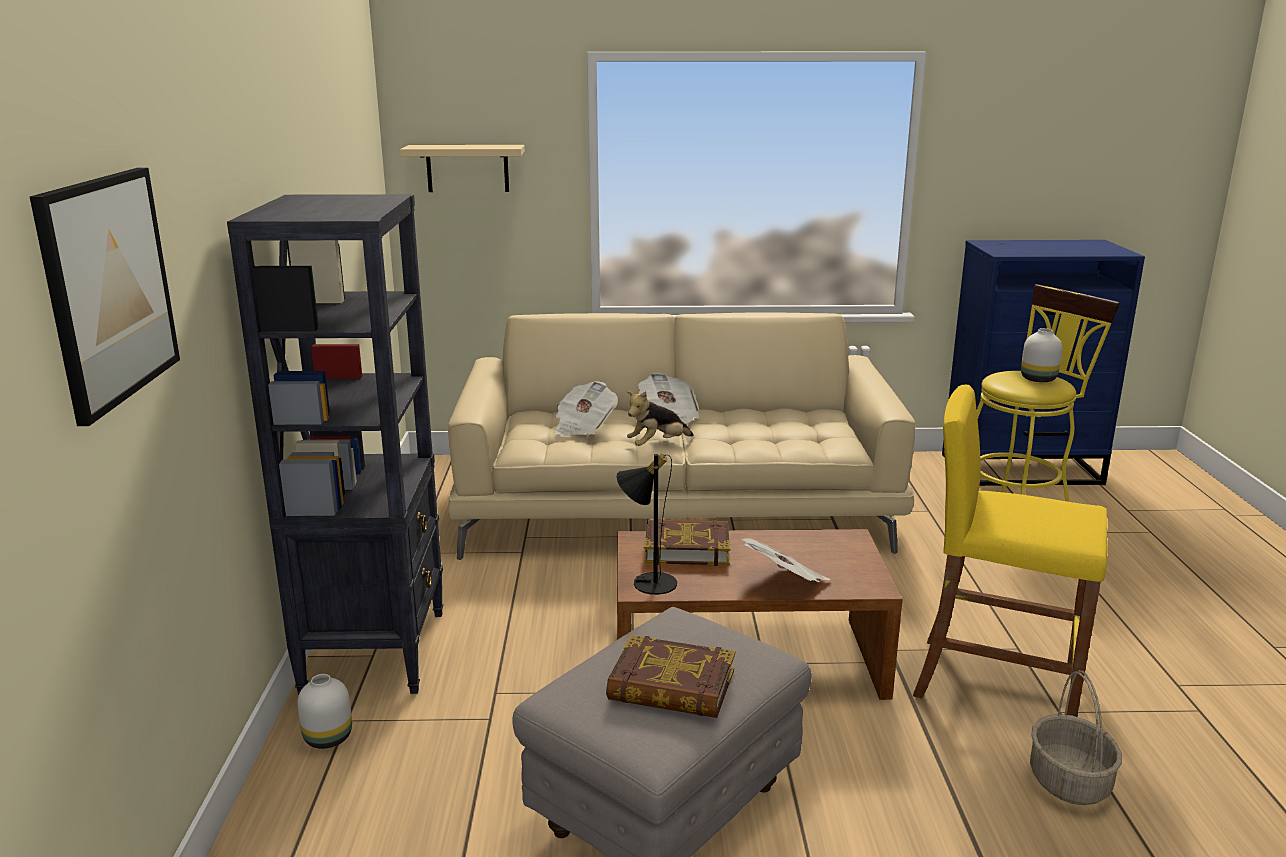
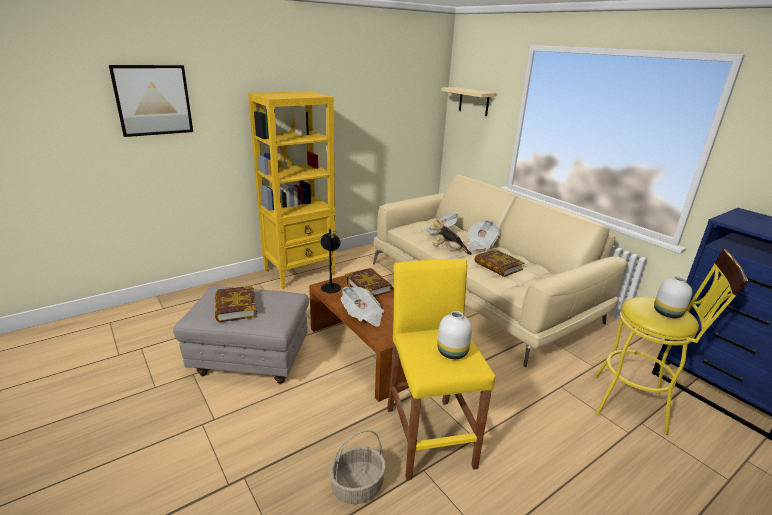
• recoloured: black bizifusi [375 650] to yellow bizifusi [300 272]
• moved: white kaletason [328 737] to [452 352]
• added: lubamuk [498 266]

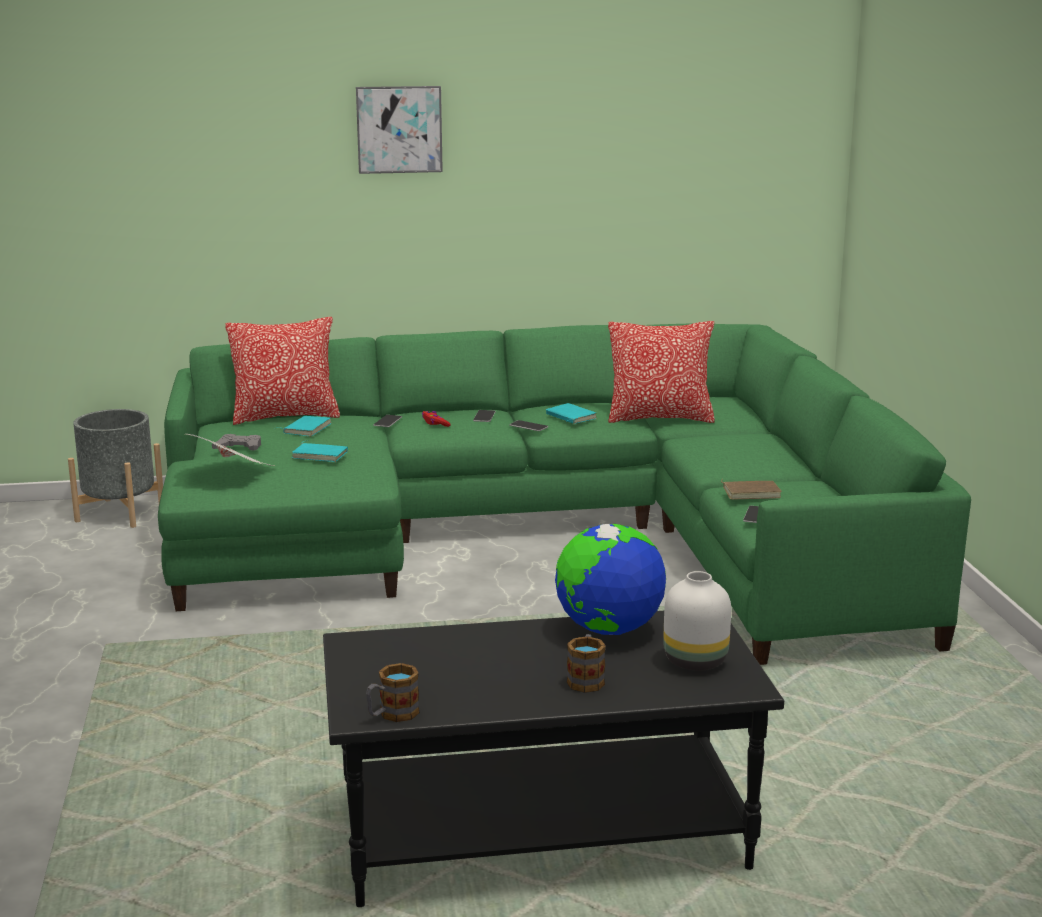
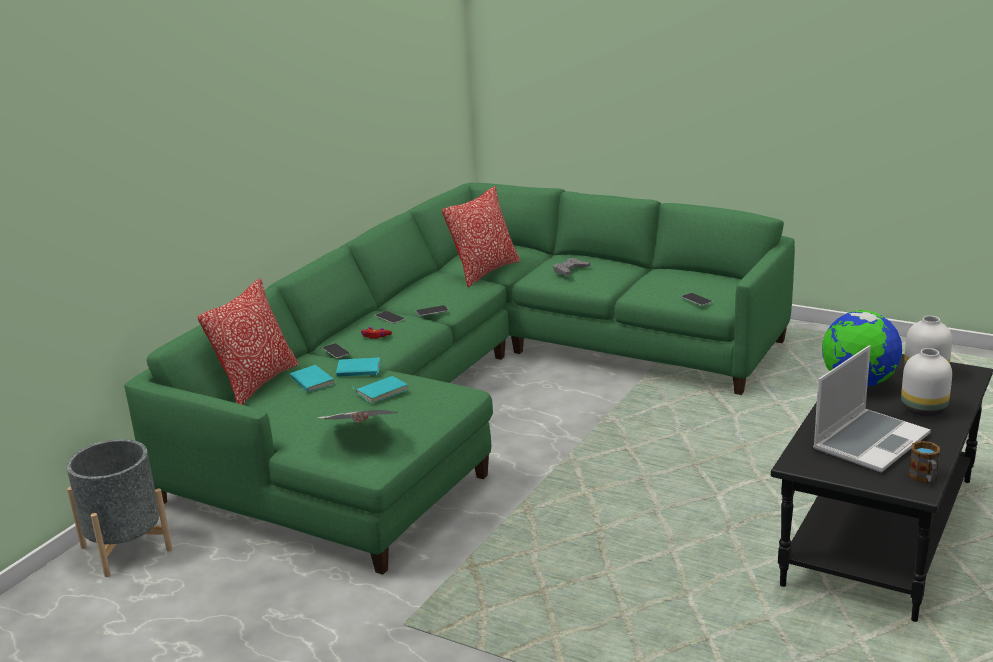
• moved: turquoise lubamuk [569 417] to [358 371]
• moved: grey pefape [239 448] to [570 270]
• added: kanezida [870 441]
• replaced: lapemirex [586 679] to white kaletason [923 409]
• removed: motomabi [399 129]
• removed: brown lubamuk [751 492]

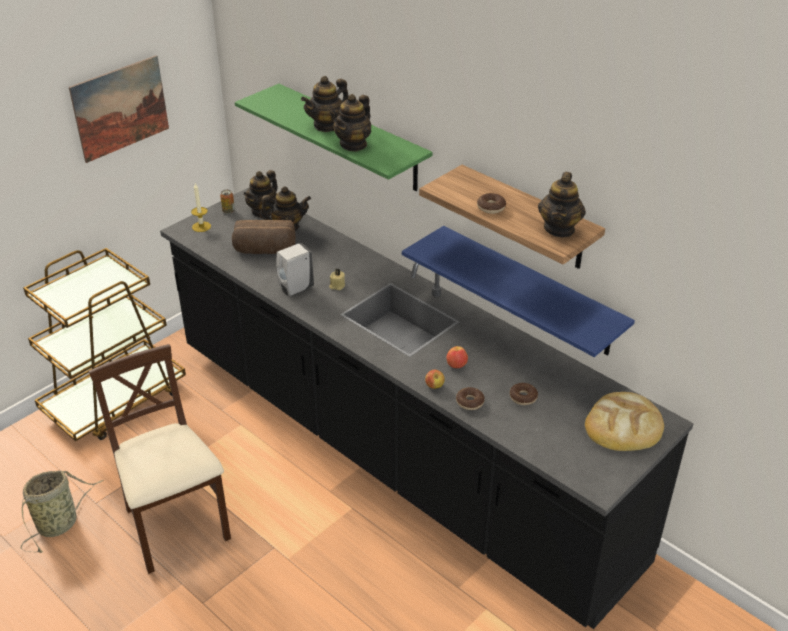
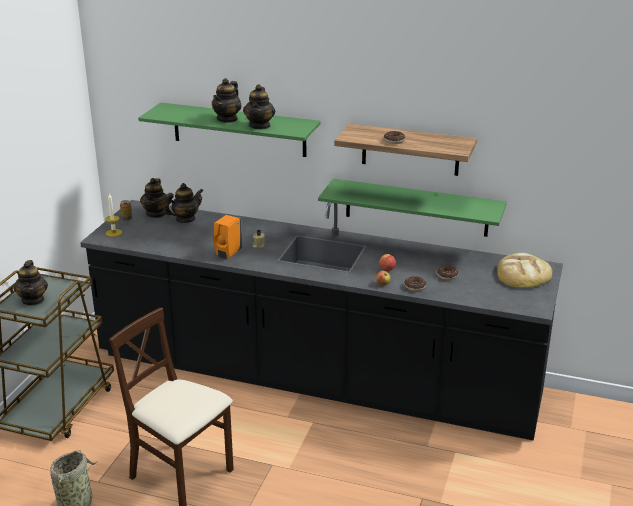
• moved: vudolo [559 229] to [33 300]
• recoloured: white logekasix [295 289] to orange logekasix [228 254]
• recoloured: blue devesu [530 291] to green devesu [416 207]
• removed: motomabi [120 108]
• removed: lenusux [264 250]

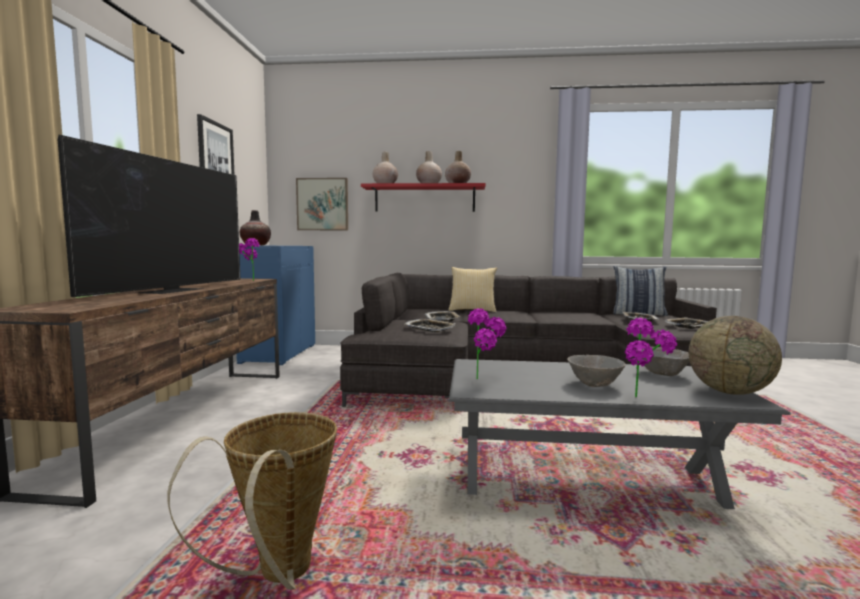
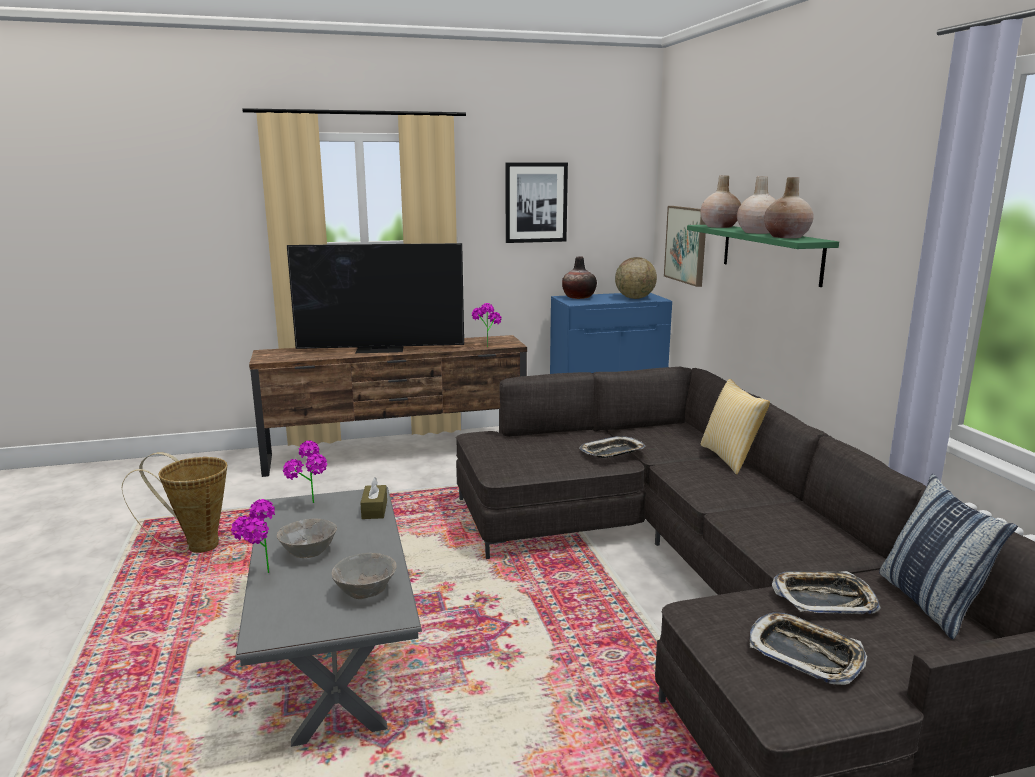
• added: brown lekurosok [374 509]
• moved: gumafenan [729 392] to [635 298]
• recoloured: red devesu [424 199] to green devesu [770 253]
• removed: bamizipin [430 329]

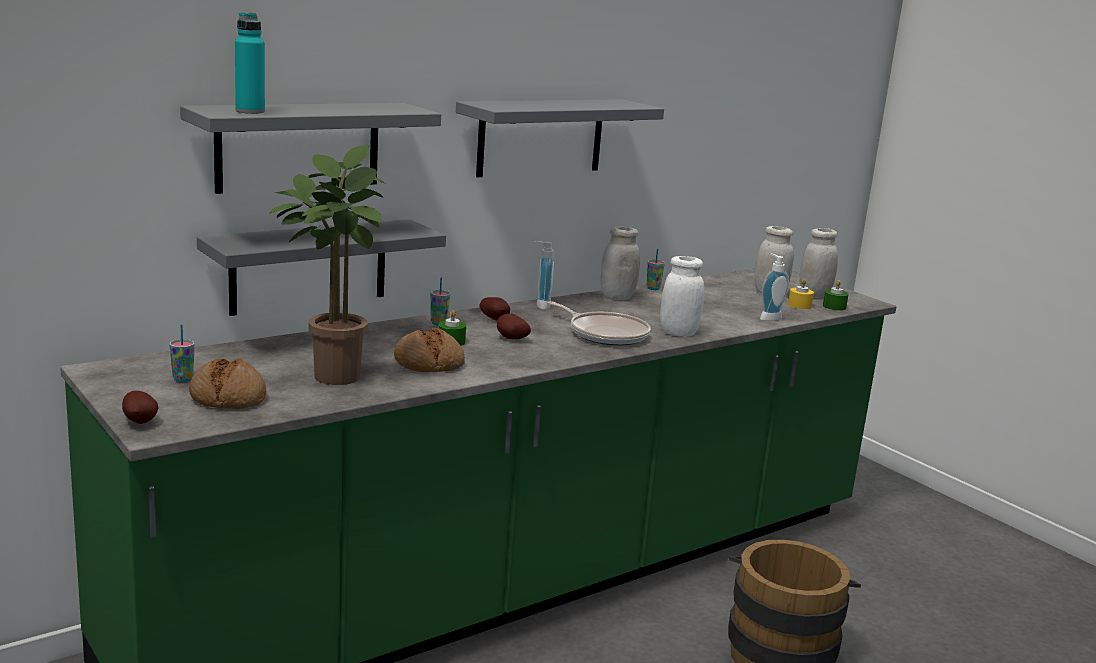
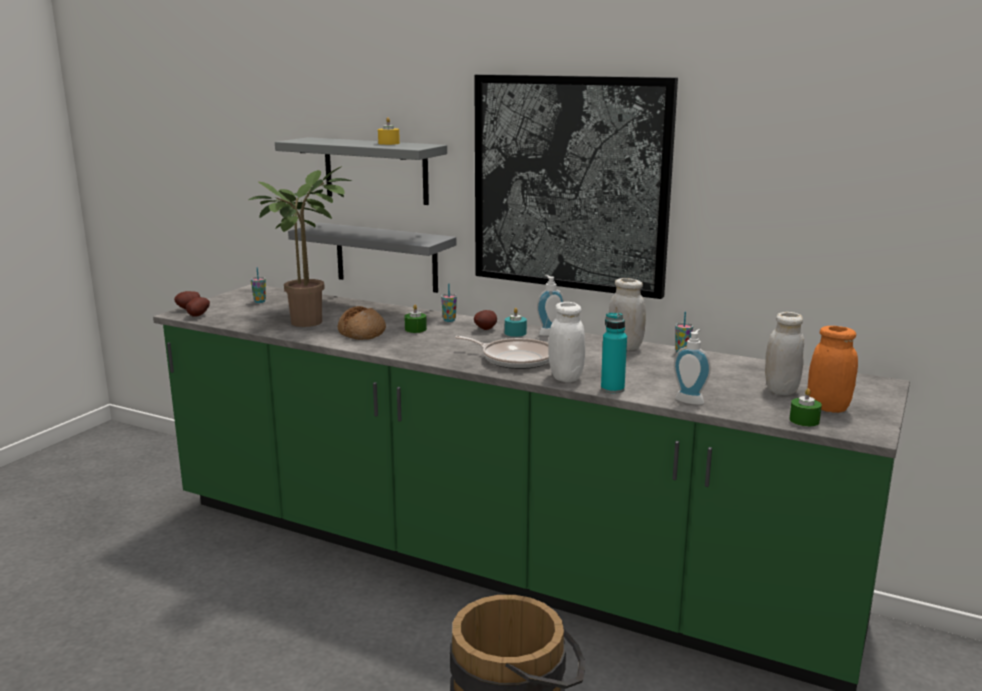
• moved: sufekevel [510 339] to [197 316]
• moved: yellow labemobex [799 305] to [388 143]
• turned: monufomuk [605 334] = [514 359] 75 degrees counterclockwise
• replaced: grey devesu [541 137] to motomabi [570 184]
• added: turquoise labemobex [515 333]
• moved: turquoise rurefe [250 111] to [612 389]
• recoloured: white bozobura [814 295] to orange bozobura [828 408]
• removed: lenusux [228 397]

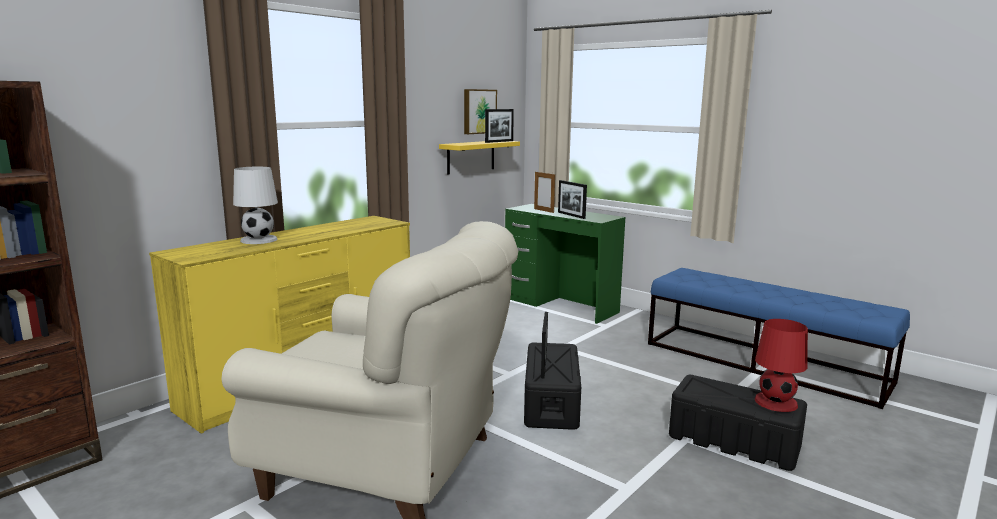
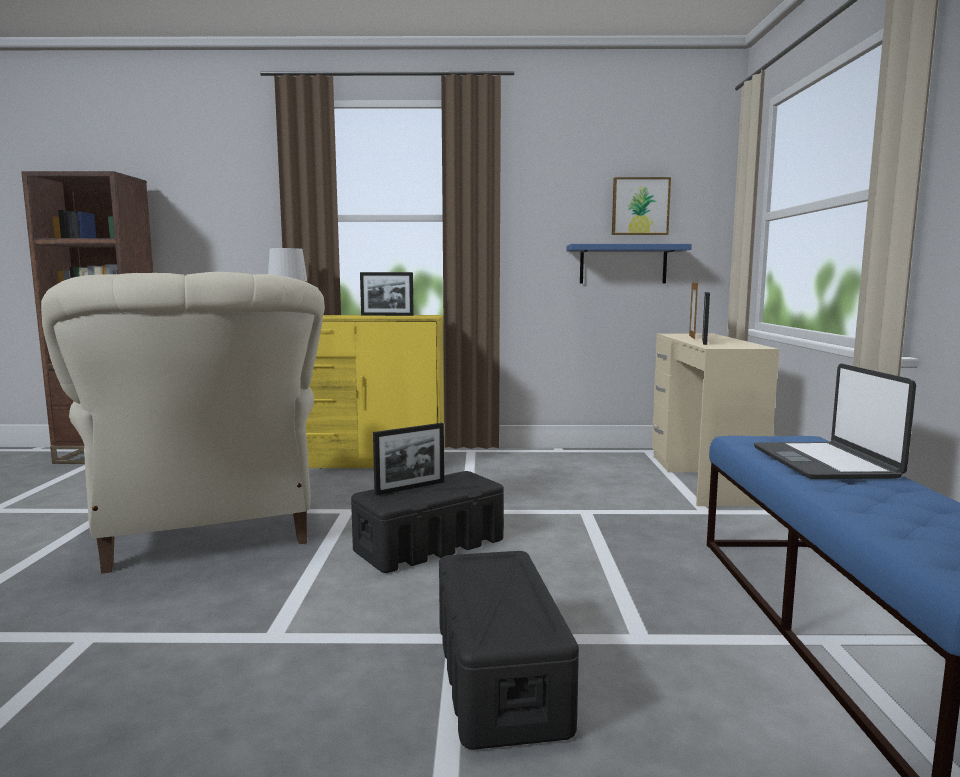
• moved: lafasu [499 141] to [387 315]
• recoloured: yellow devesu [471 156] to blue devesu [623 264]
• recoloured: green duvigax [560 305] to beige duvigax [703 478]
• added: kanezida [825 463]
• removed: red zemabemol [775 402]

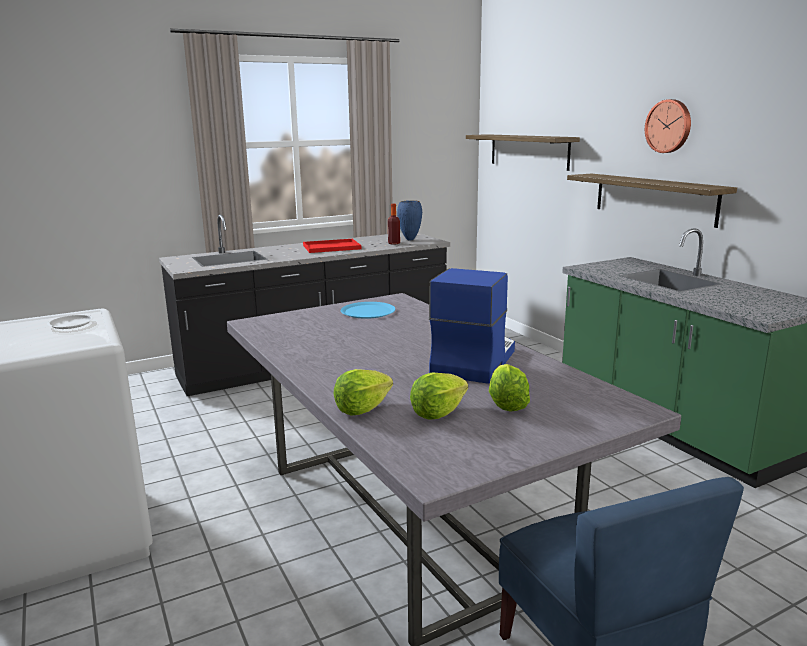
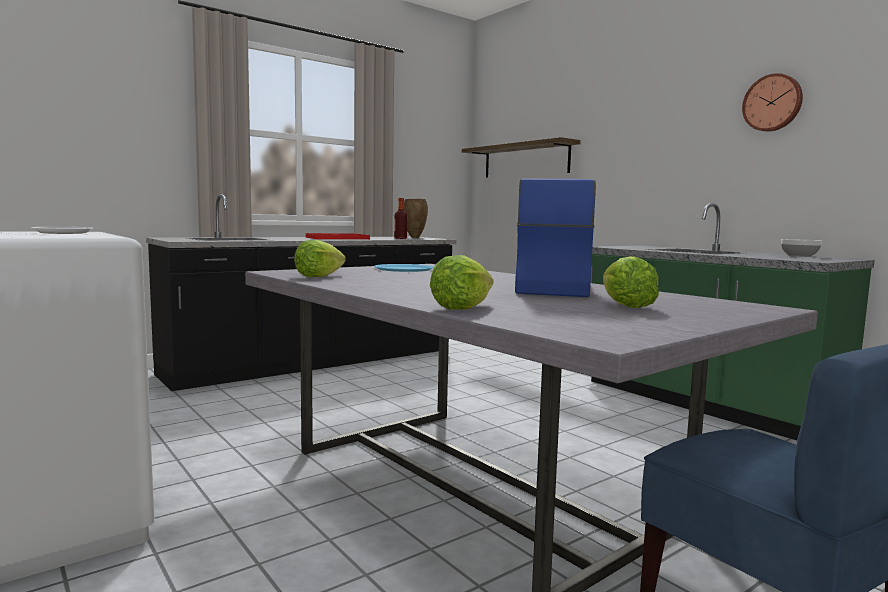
• moved: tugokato [438 413] to [318 276]
• recoloured: blue kaletason [409 240] to brown kaletason [414 238]
• moved: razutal [669 126] to [773 103]
• added: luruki [799 256]
• removed: devesu [654 198]

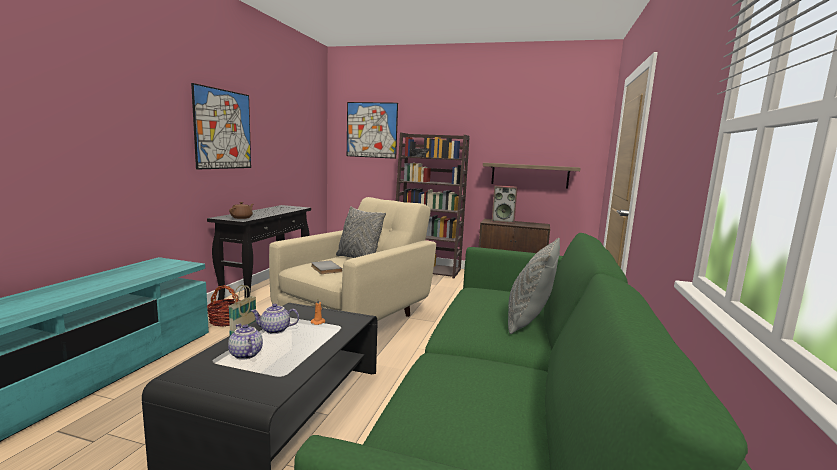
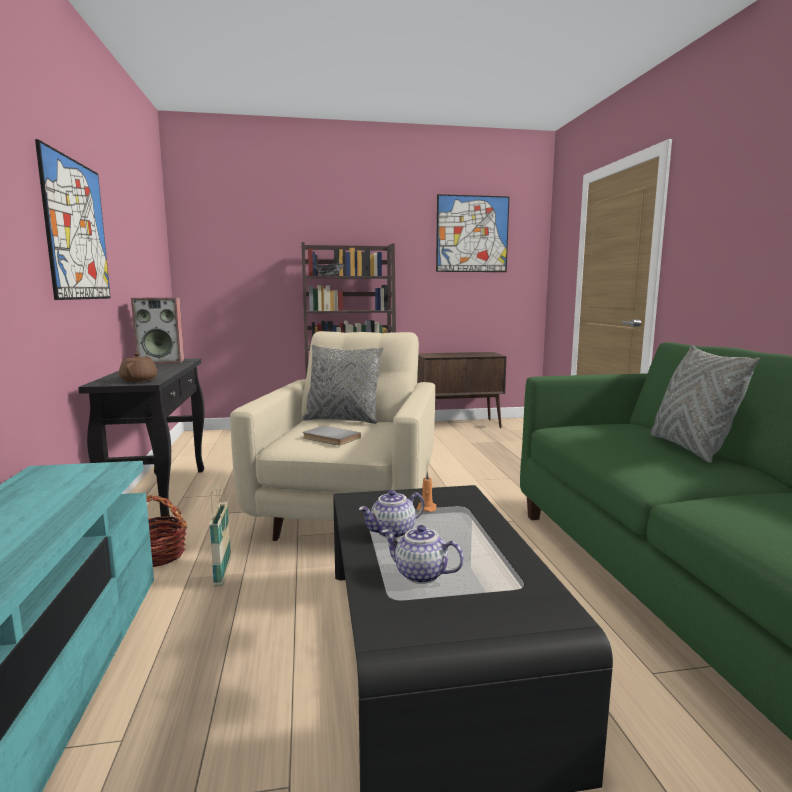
• moved: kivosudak [503 221] to [162 361]
• moved: motomabi [371 130] to [472 234]
• removed: devesu [529 175]

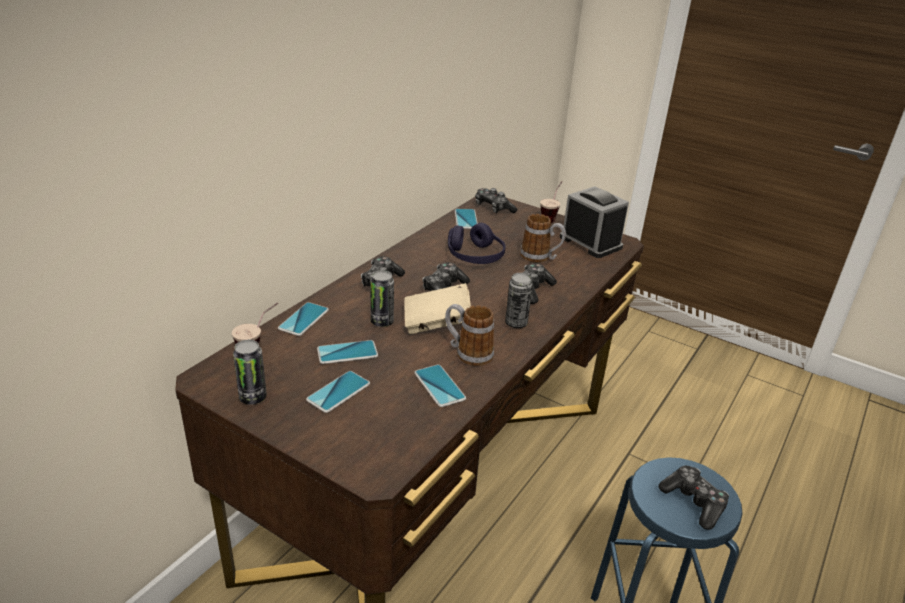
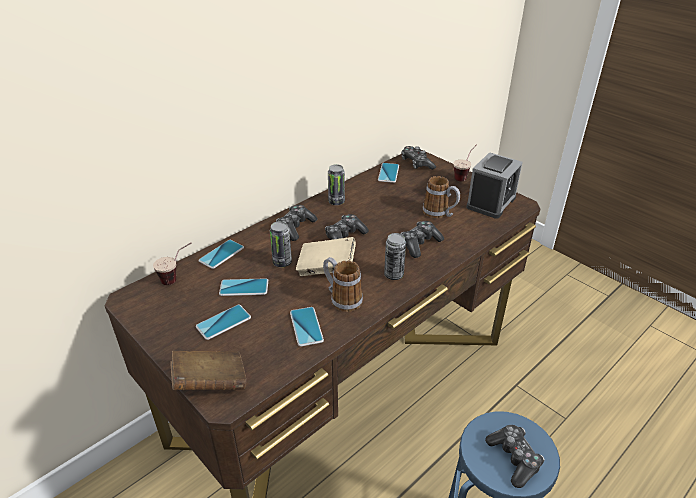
• added: brown lubamuk [210 383]
• moved: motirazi [253 397] to [336 202]
• turned: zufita [590 242] = [491 202] 60 degrees clockwise
• removed: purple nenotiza [475 256]

